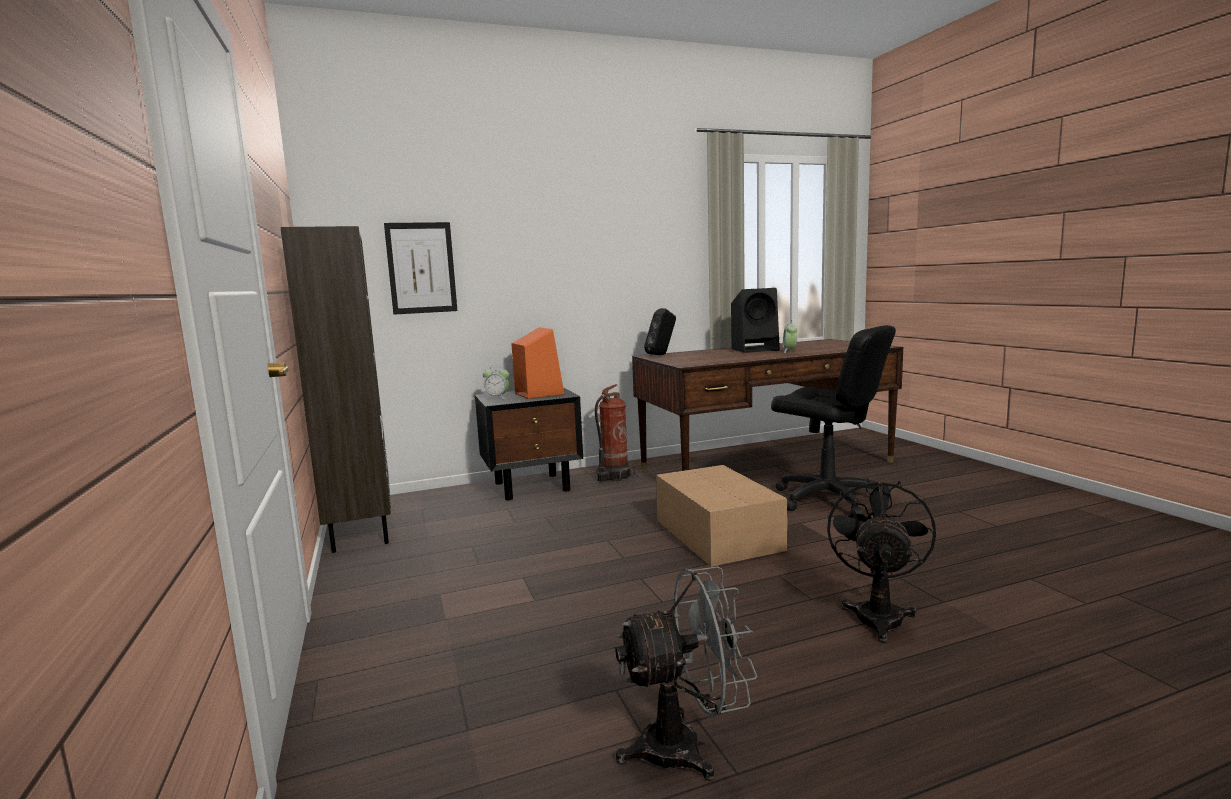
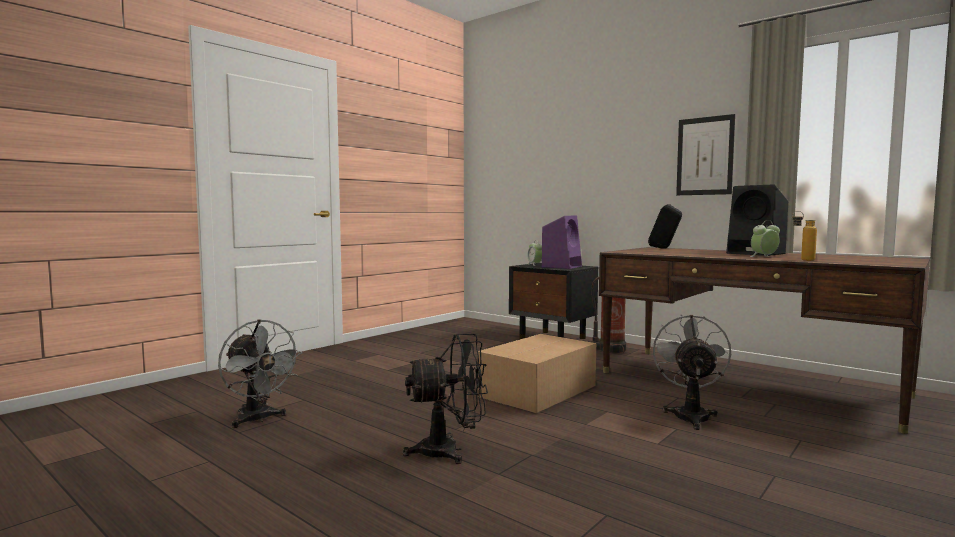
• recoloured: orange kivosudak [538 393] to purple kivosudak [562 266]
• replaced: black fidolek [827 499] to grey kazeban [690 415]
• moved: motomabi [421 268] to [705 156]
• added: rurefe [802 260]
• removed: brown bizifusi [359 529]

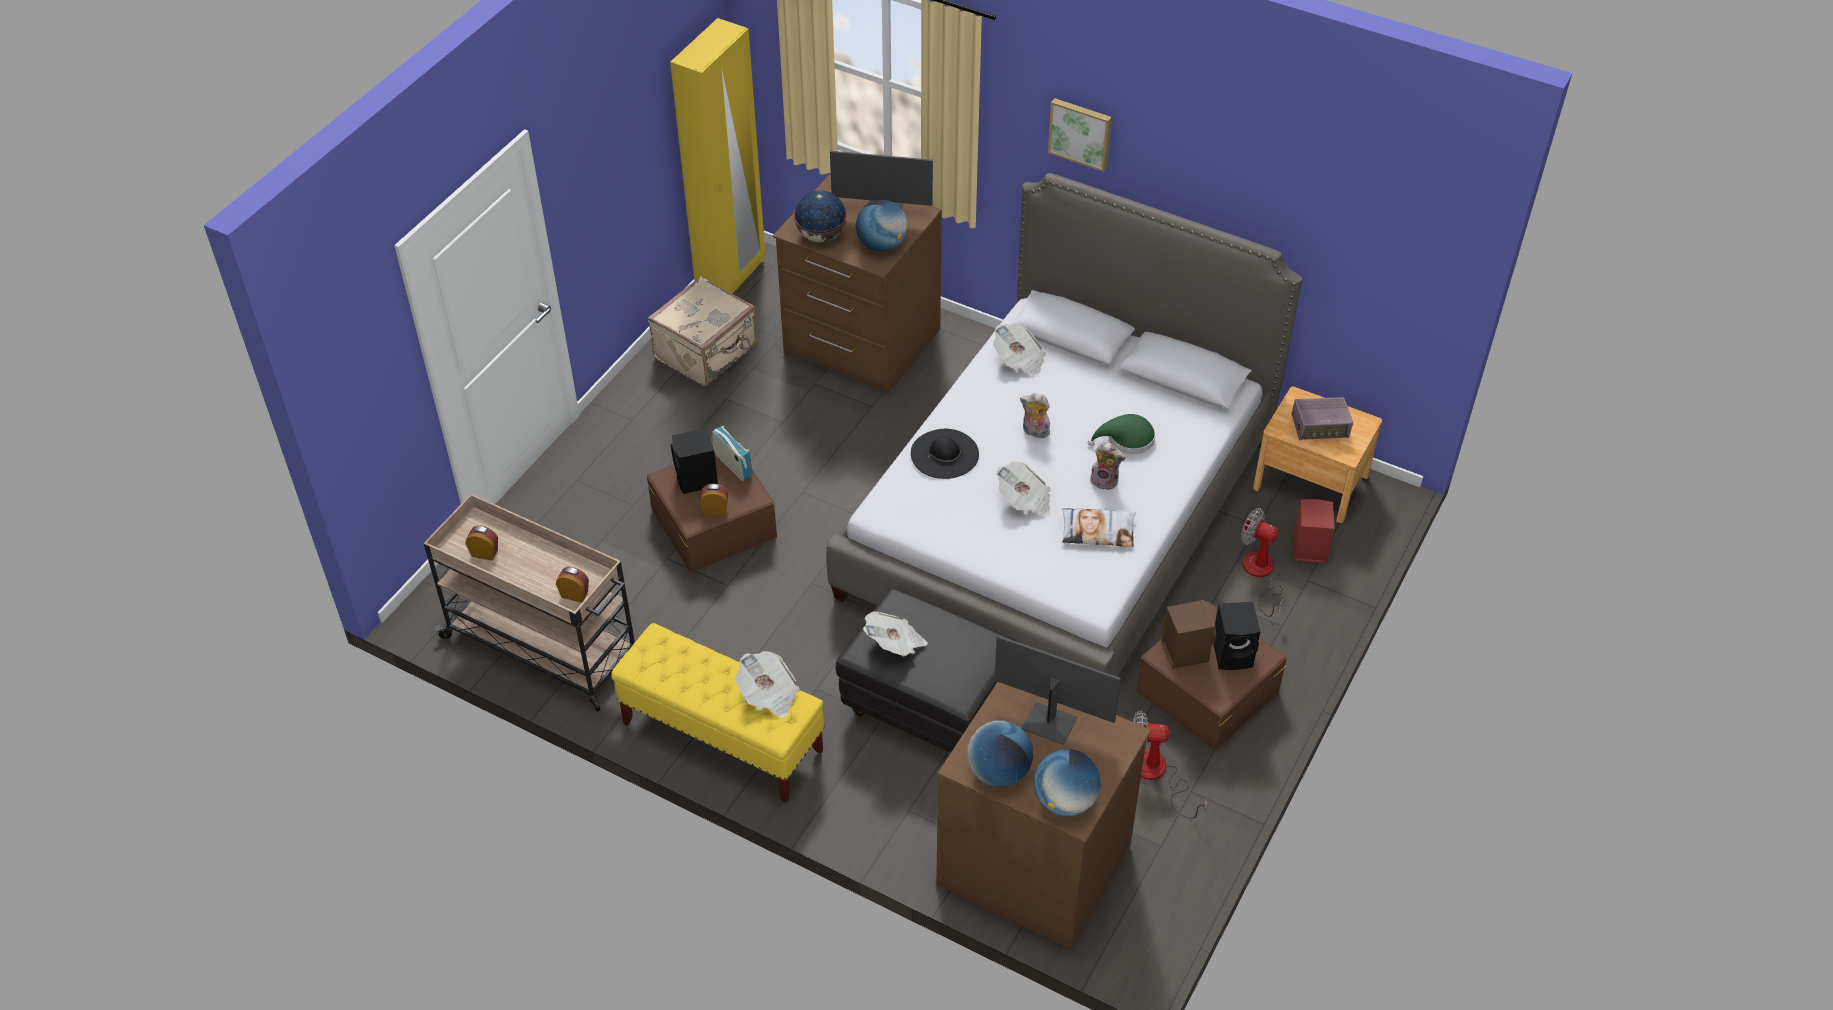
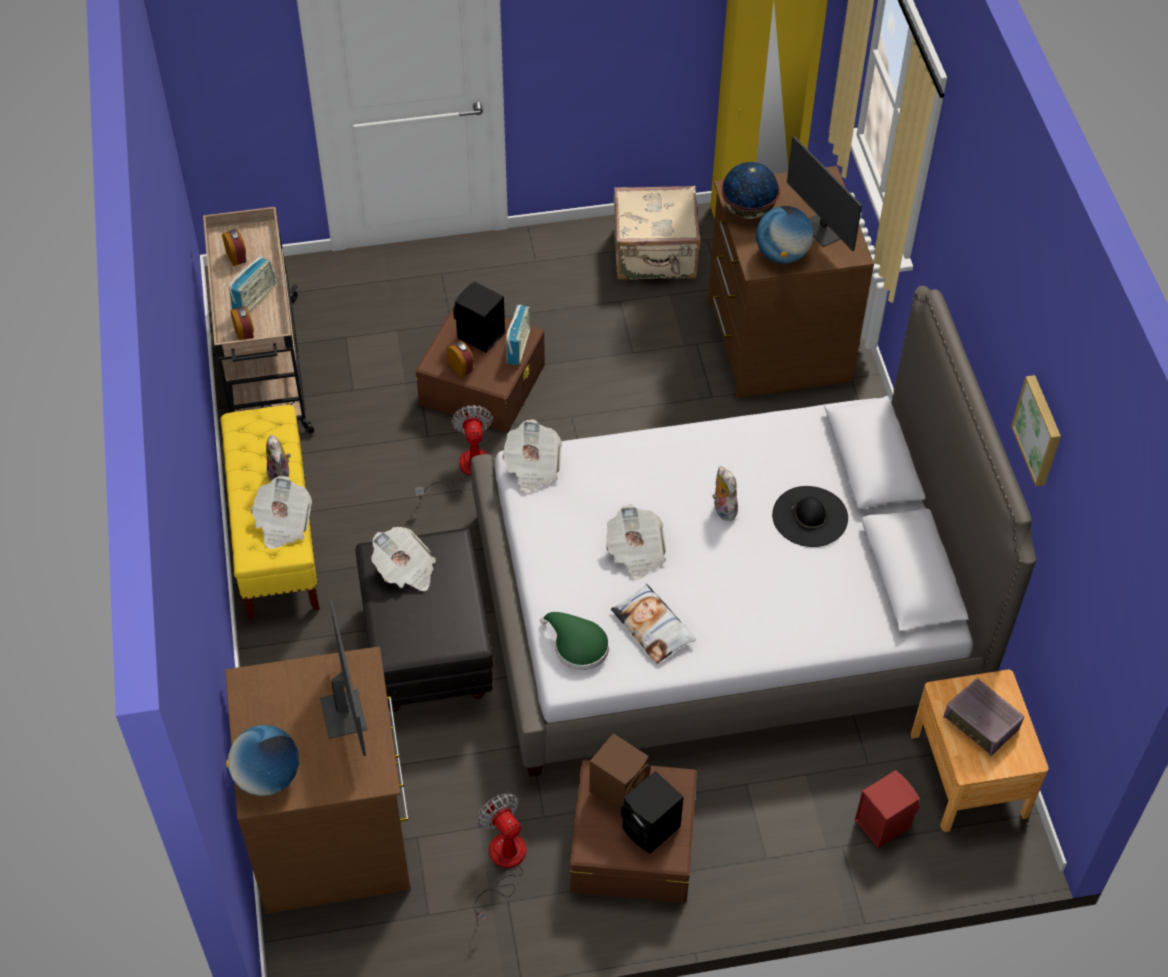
• added: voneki [254 299]
• moved: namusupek [1105 480] to [281 476]
• moved: kazeban [1260 574] to [465 470]
• moved: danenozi [1019 361] to [532 467]
• moved: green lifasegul [1127 439] to [577 645]
• moved: black lifasegul [944 454] to [810 516]
• moved: motomabi [1080 133] to [1040 430]
• removed: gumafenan [999 772]

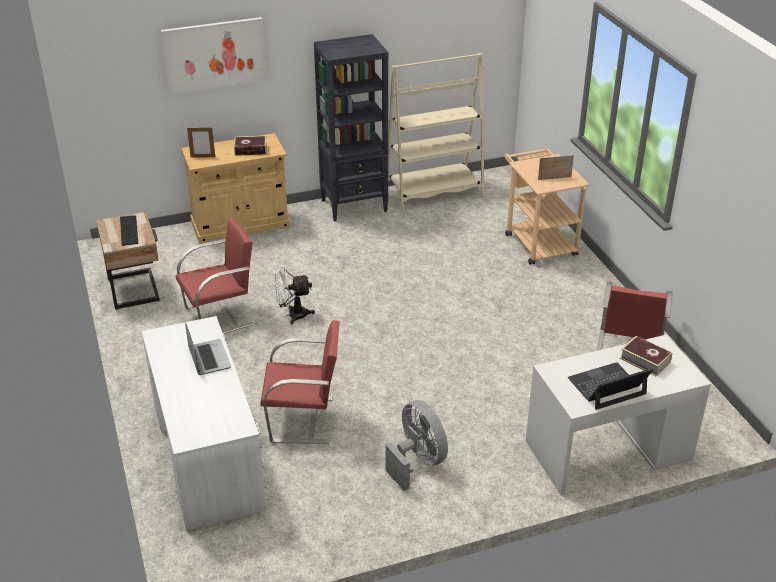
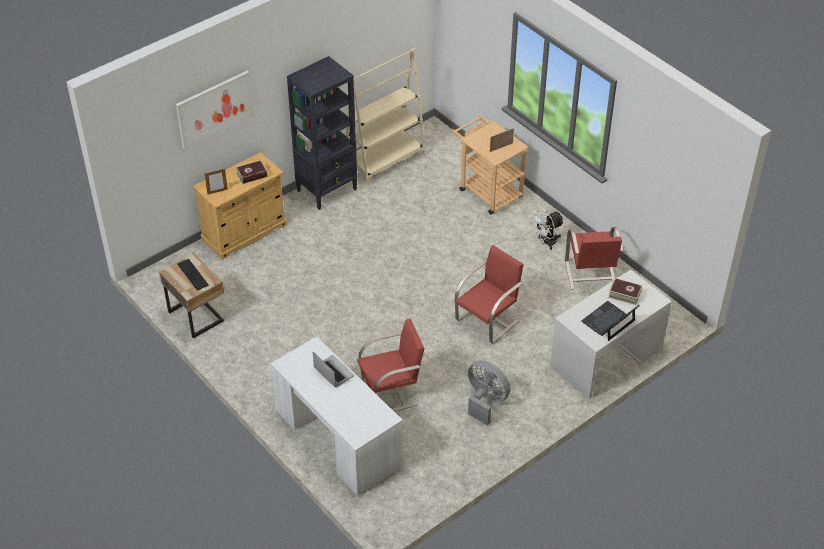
• moved: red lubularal [220 315] to [488 320]
• moved: white kazeban [292 315] to [546 242]

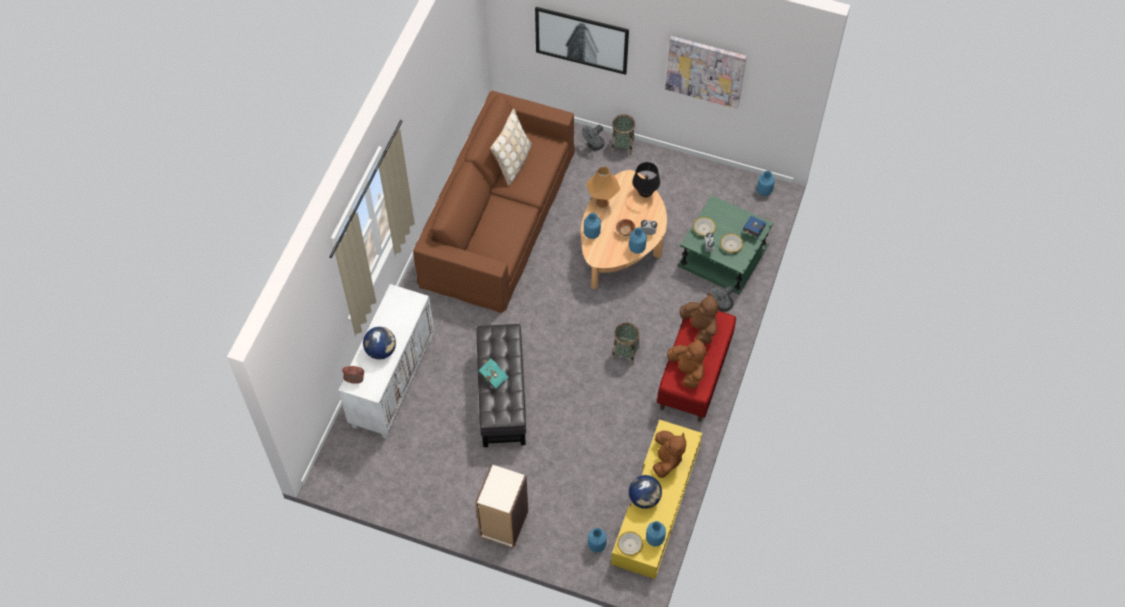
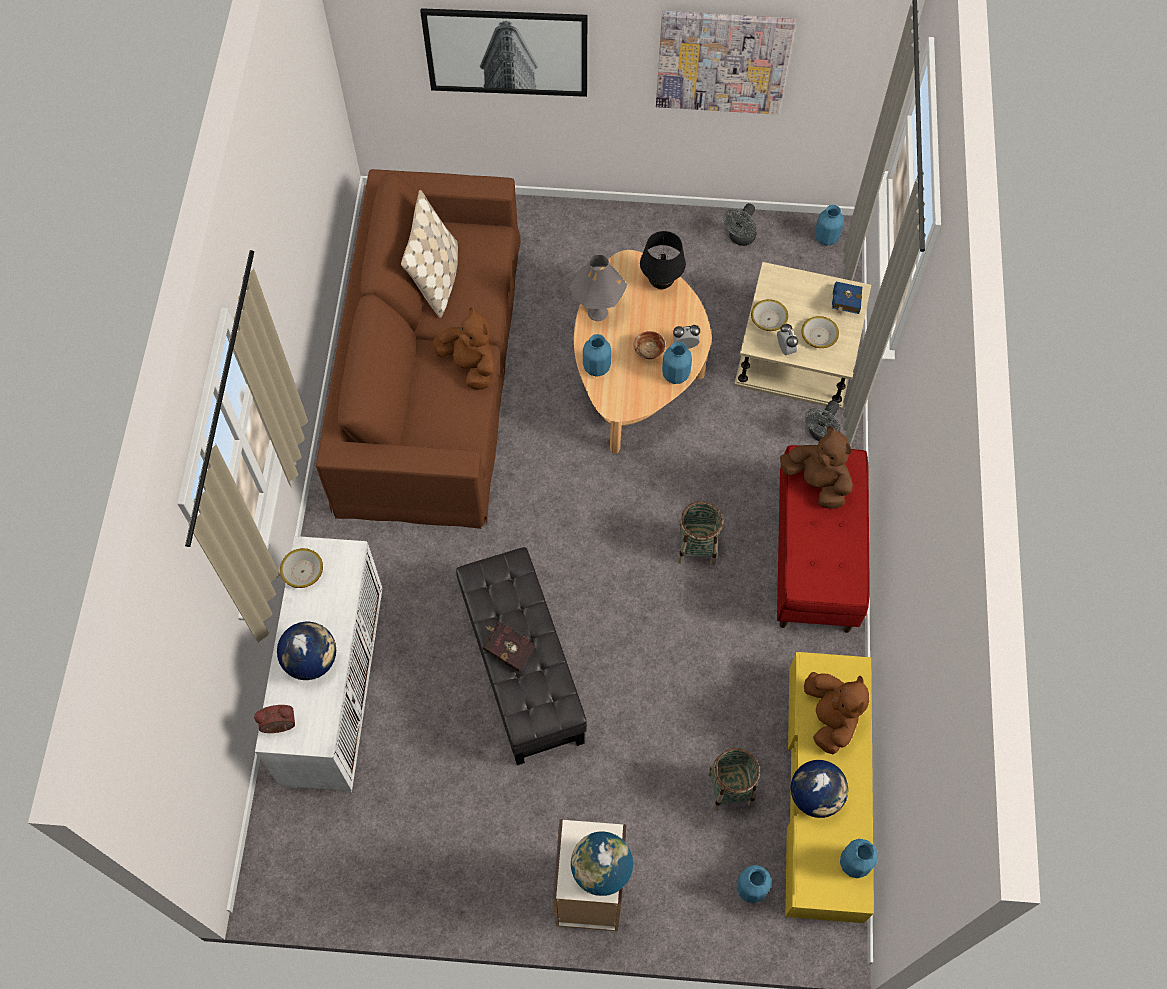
• moved: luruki [629 545] to [302 571]
• moved: brown namusupek [687 370] to [470 365]
• recoloured: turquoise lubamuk [492 376] to red lubamuk [507 649]
• recoloured: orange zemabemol [602 202] to grey zemabemol [598 312]
• added: gumafenan [601 870]
• moved: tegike [622 146] to [730 788]
• moved: grey kazeban [593 145] to [740 239]
• recoloured: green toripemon [723 255] to beige toripemon [798 352]

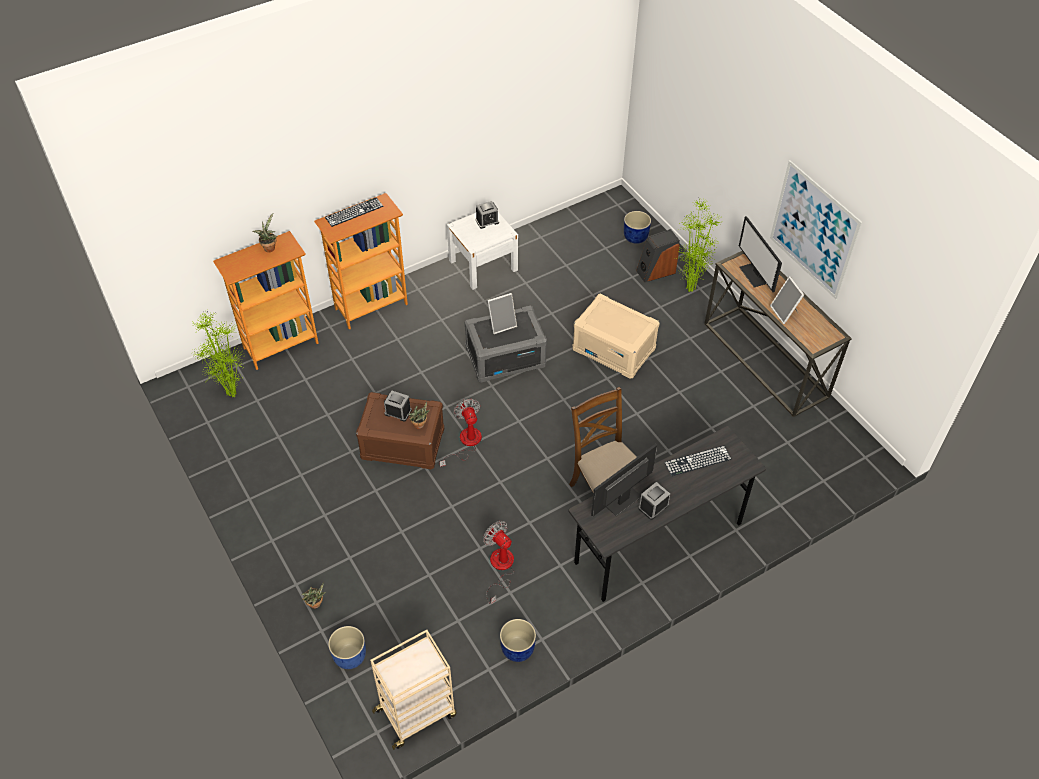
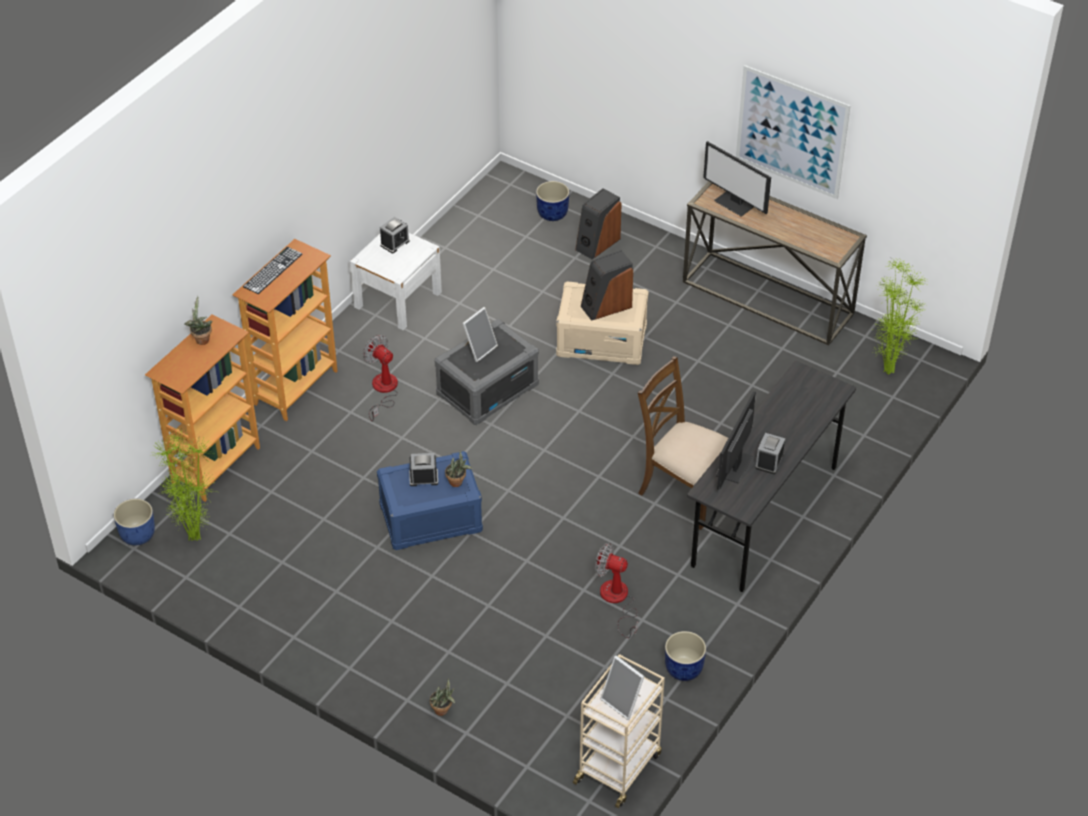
• moved: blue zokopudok [350 656] to [138 534]
• moved: kazeban [465 443] to [383 390]
• recoloured: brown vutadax [402 444] to blue vutadax [430 519]
• added: kivosudak [606 306]
• moved: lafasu [785 312] to [623 702]
• moved: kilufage [689 288] to [886 370]
• removed: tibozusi [698 461]

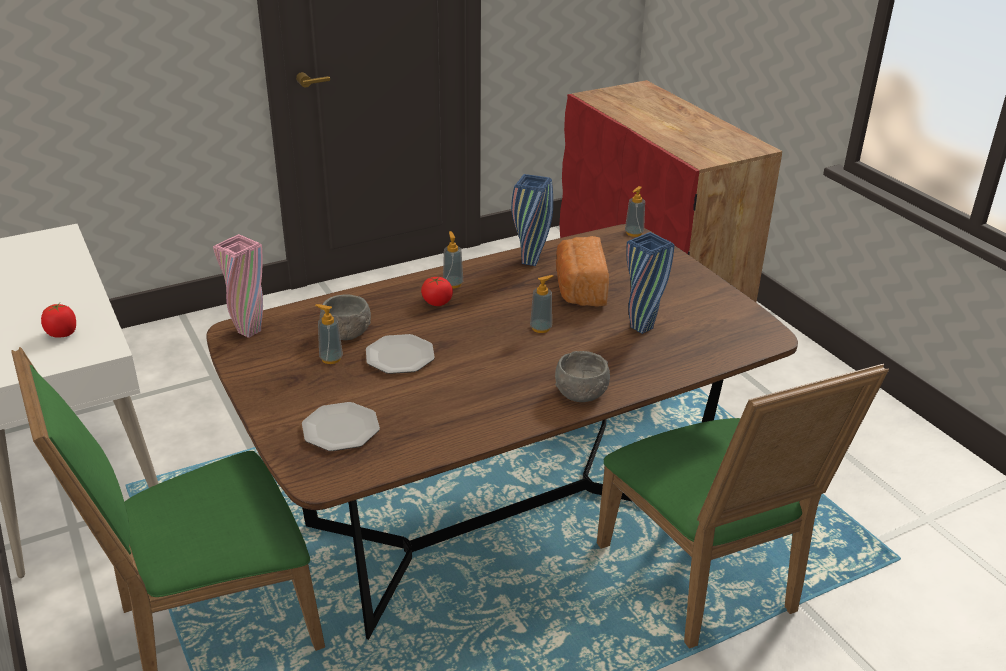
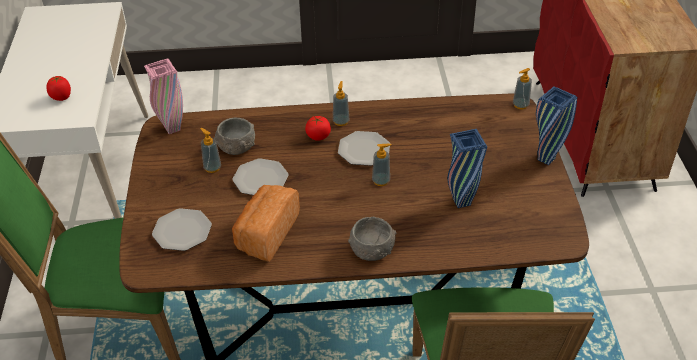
• moved: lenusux [579 289] to [266 234]
• added: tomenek [364 150]
• moved: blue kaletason [530 261] to [546 159]

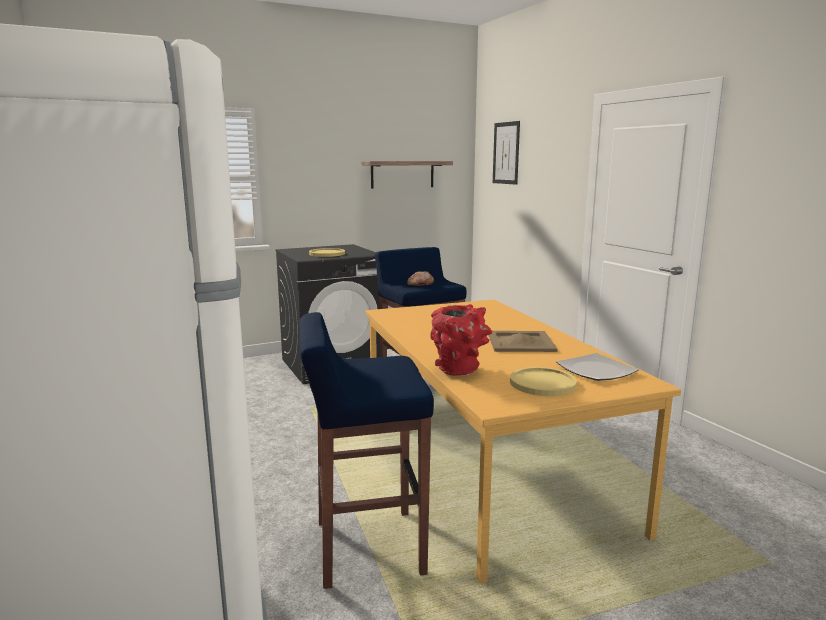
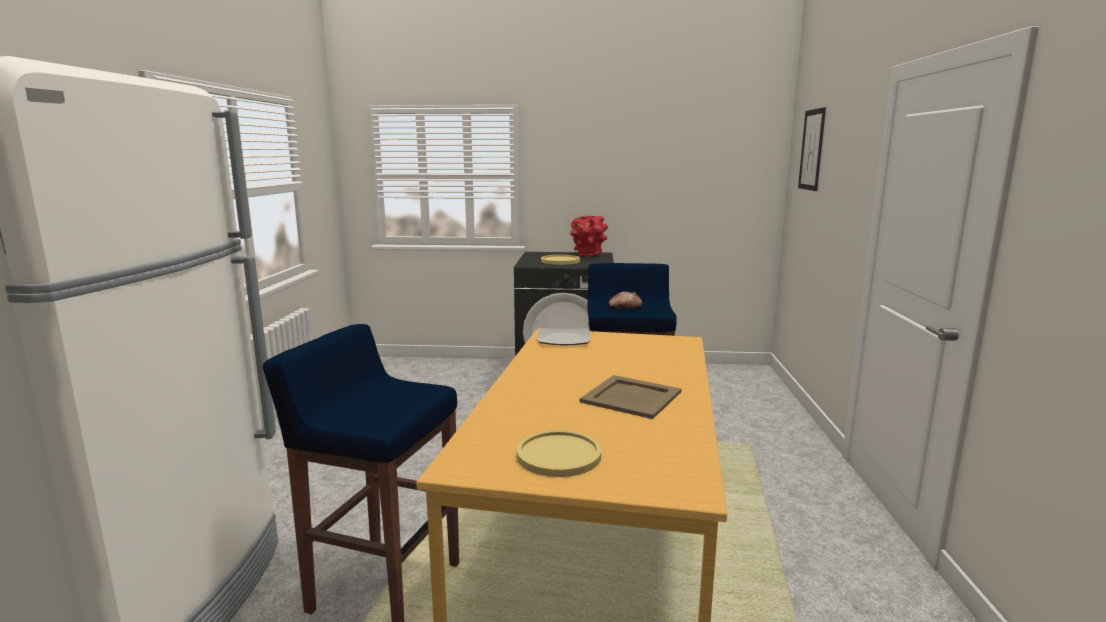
• moved: tomenek [596 370] to [564 339]
• moved: red kaletason [459 371] to [588 255]
• removed: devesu [402 174]

